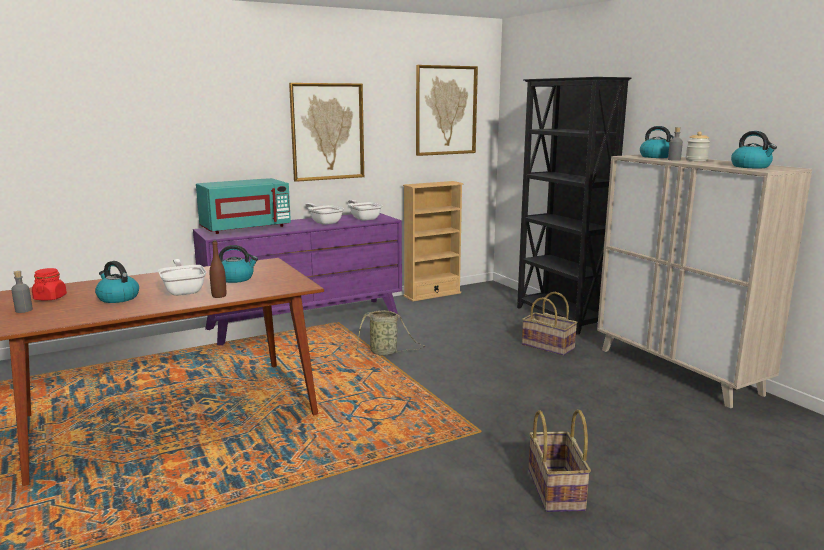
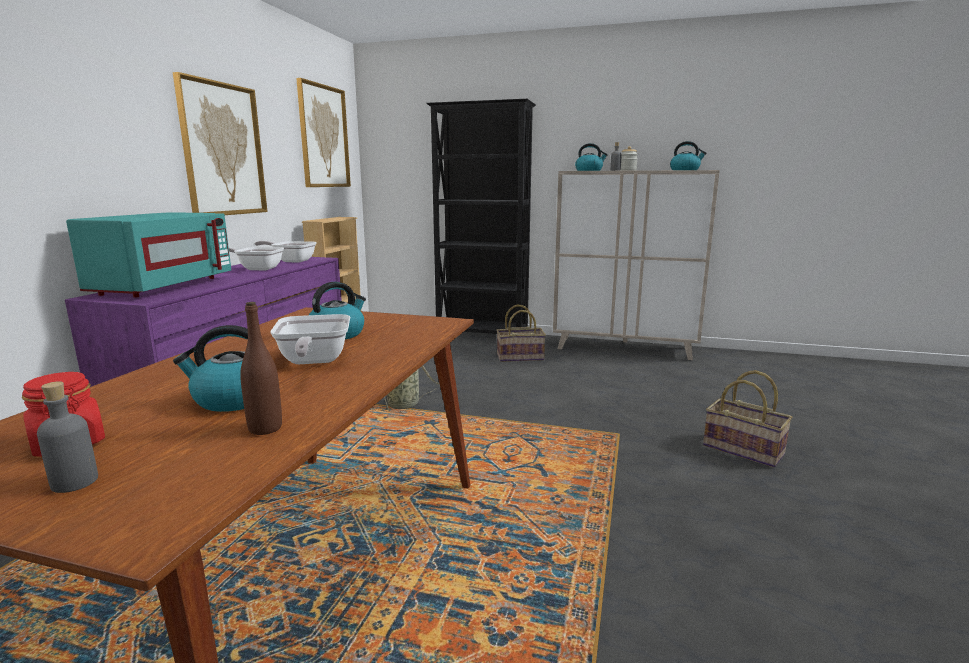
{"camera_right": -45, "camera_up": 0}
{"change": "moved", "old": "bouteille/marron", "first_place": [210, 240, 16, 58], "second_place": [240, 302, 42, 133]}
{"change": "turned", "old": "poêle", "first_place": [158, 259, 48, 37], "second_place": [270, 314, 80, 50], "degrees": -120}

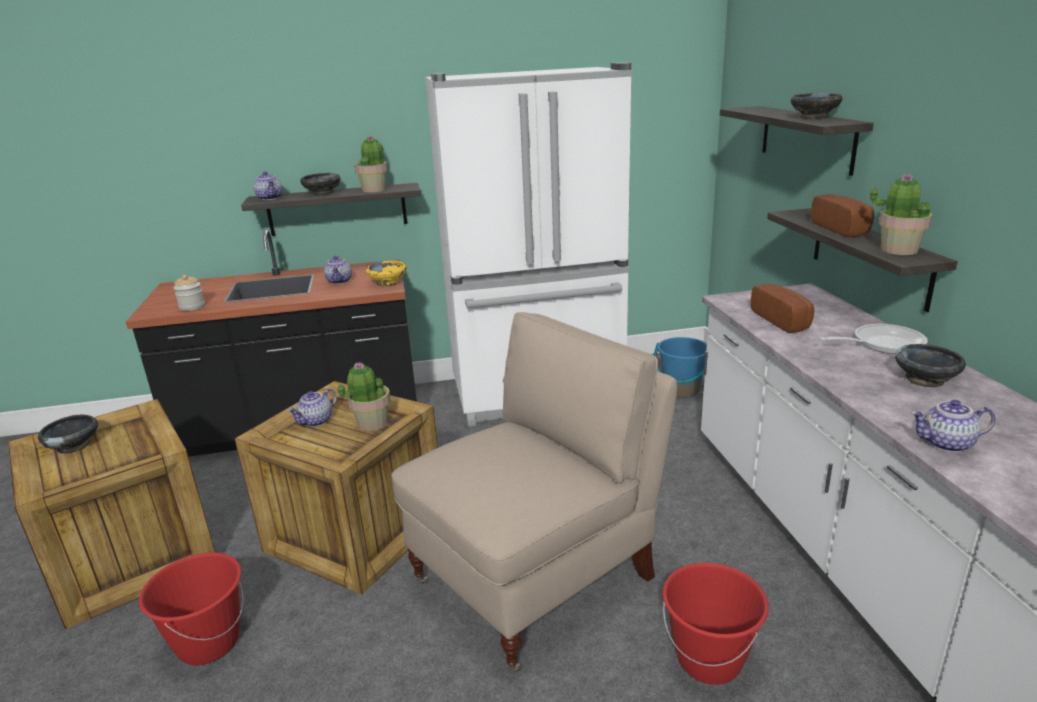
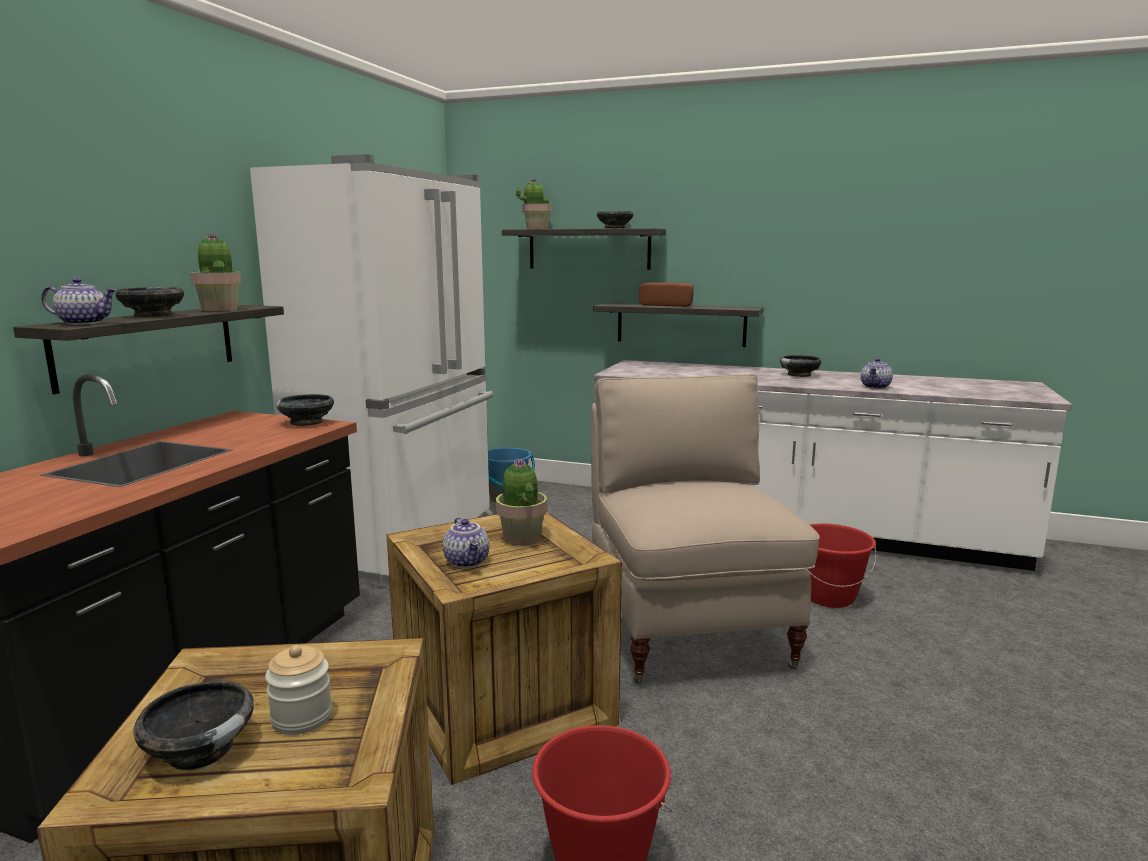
{"camera_right": -60, "camera_up": -10}
{"change": "moved", "old": "bocal", "first_place": [173, 275, 32, 36], "second_place": [265, 645, 67, 90]}
{"change": "recoloured", "old": "bol/jaune", "new": "bol/noir", "first_place": [366, 261, 40, 26], "second_place": [276, 394, 58, 32]}
{"change": "moved", "old": "plante en pot", "first_place": [870, 174, 63, 81], "second_place": [516, 179, 36, 50]}
{"change": "removed", "old": "théière", "first_place": [324, 256, 28, 28]}
{"change": "removed", "old": "pain", "first_place": [751, 284, 63, 49]}
{"change": "removed", "old": "poêle", "first_place": [819, 324, 109, 30]}

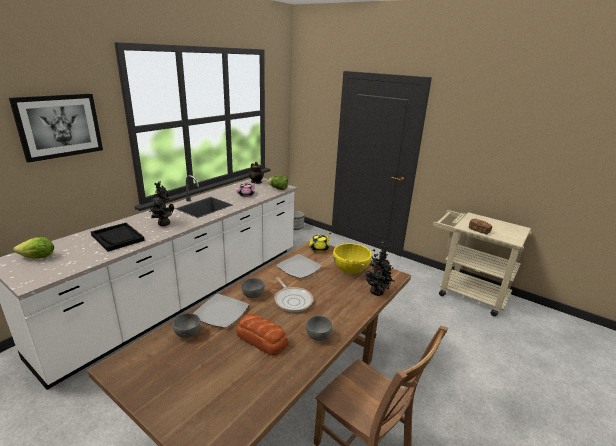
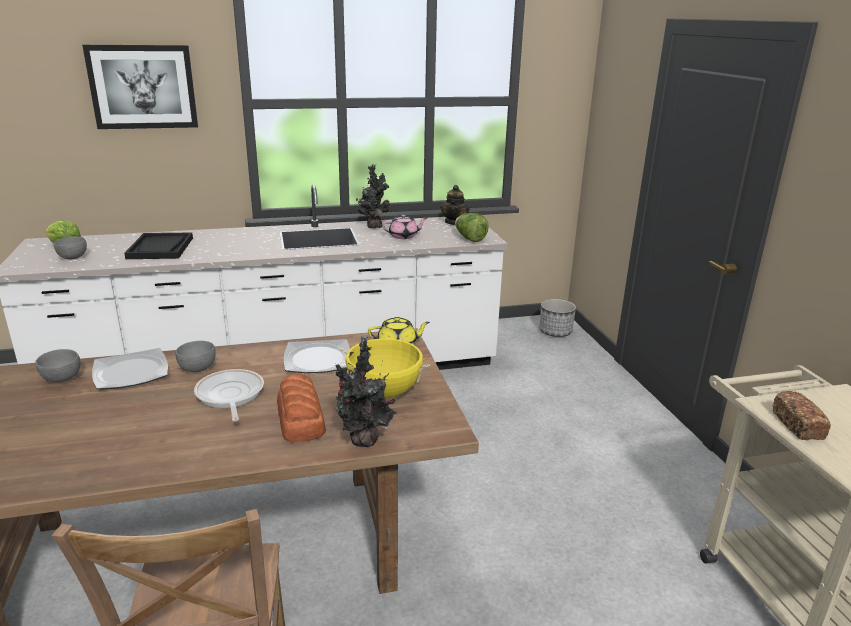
{"camera_right": 40, "camera_up": 0}
{"change": "moved", "old": "bol/gris", "first_place": [306, 316, 26, 25], "second_place": [54, 236, 33, 24]}
{"change": "turned", "old": "poêle", "first_place": [275, 277, 38, 35], "second_place": [194, 369, 70, 53], "degrees": 150}
{"change": "moved", "old": "pain", "first_place": [236, 314, 52, 42], "second_place": [277, 374, 49, 68]}
{"change": "moved", "old": "plante en pot", "first_place": [150, 181, 24, 45], "second_place": [356, 165, 35, 64]}

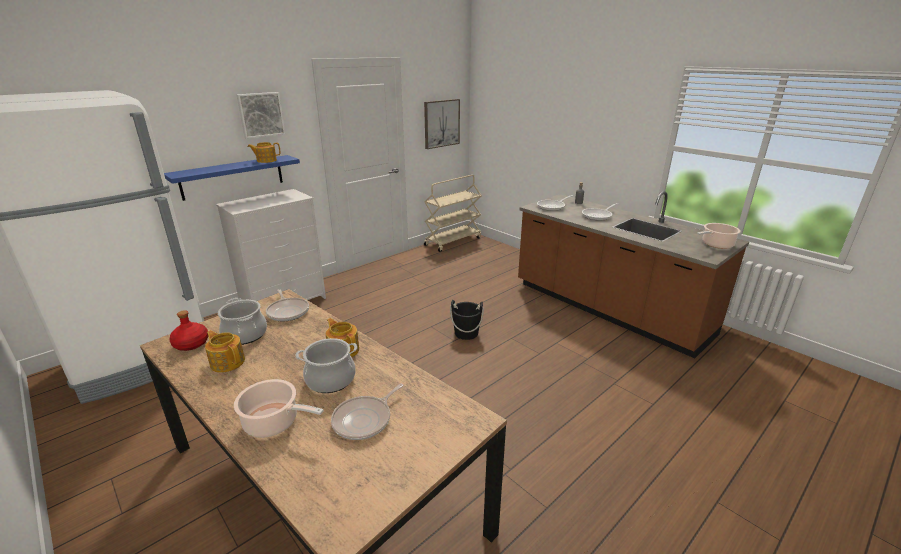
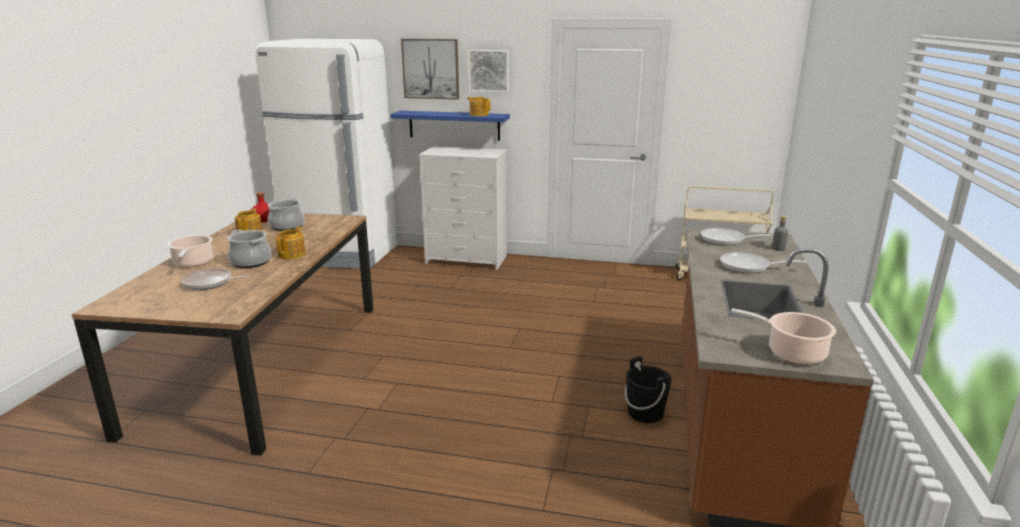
{"camera_right": 55, "camera_up": -5}
{"change": "moved", "old": "tableau", "first_place": [424, 99, 36, 50], "second_place": [401, 39, 58, 61]}
{"change": "moved", "old": "seau/noir", "first_place": [450, 300, 34, 40], "second_place": [625, 356, 47, 67]}
{"change": "removed", "old": "poêle", "first_place": [266, 289, 43, 32]}

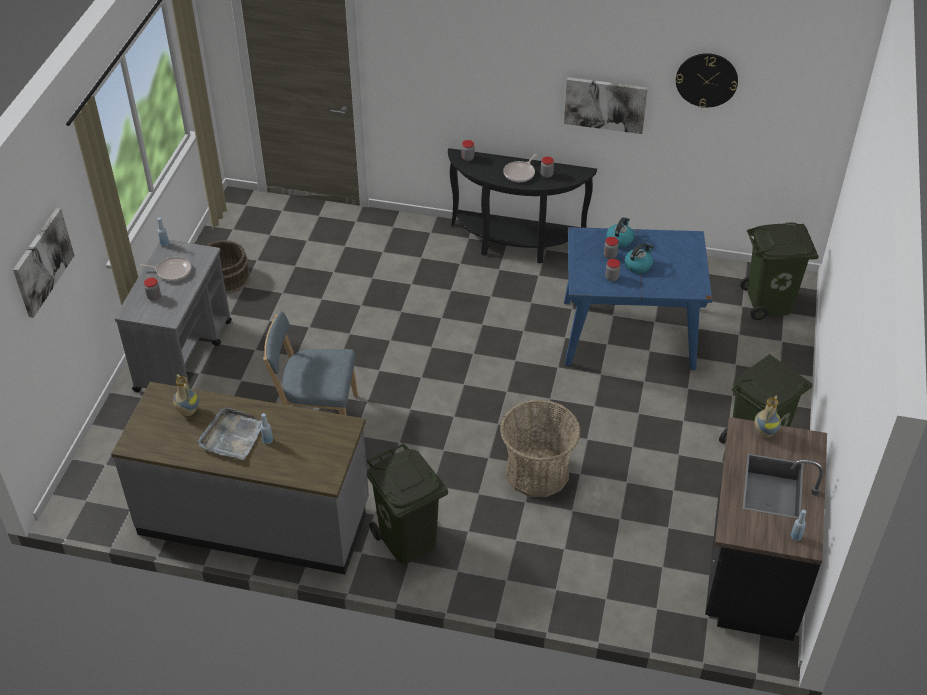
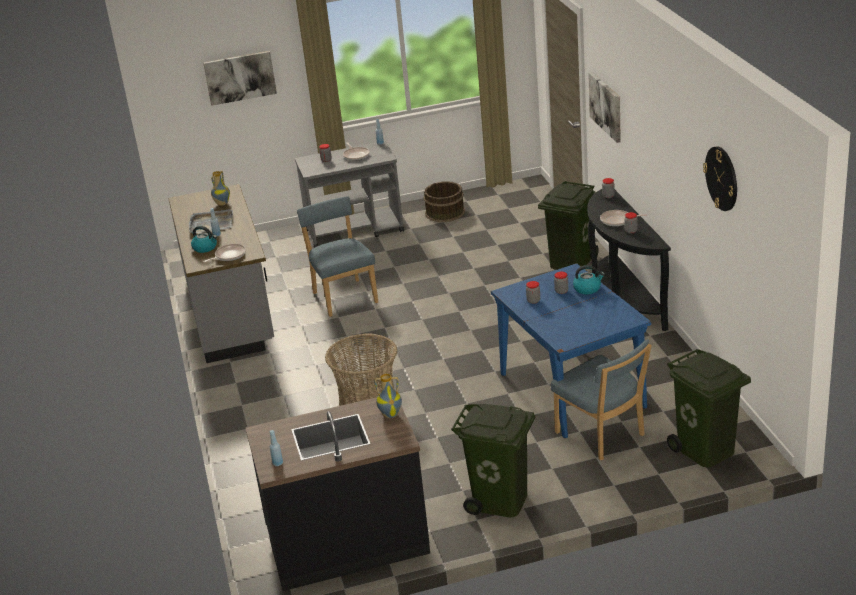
{"camera_right": 65, "camera_up": -15}
{"change": "moved", "old": "bouilloire", "first_place": [624, 243, 30, 30], "second_place": [191, 226, 26, 27]}
{"change": "added", "new": "poêle", "second_place": [203, 244, 43, 19]}
{"change": "moved", "old": "poubelle/vert", "first_place": [367, 443, 81, 121], "second_place": [538, 181, 61, 89]}
{"change": "added", "new": "chaise/bleu", "second_place": [551, 339, 101, 121]}
{"change": "moved", "old": "tableau", "first_place": [564, 77, 84, 57], "second_place": [588, 72, 33, 71]}

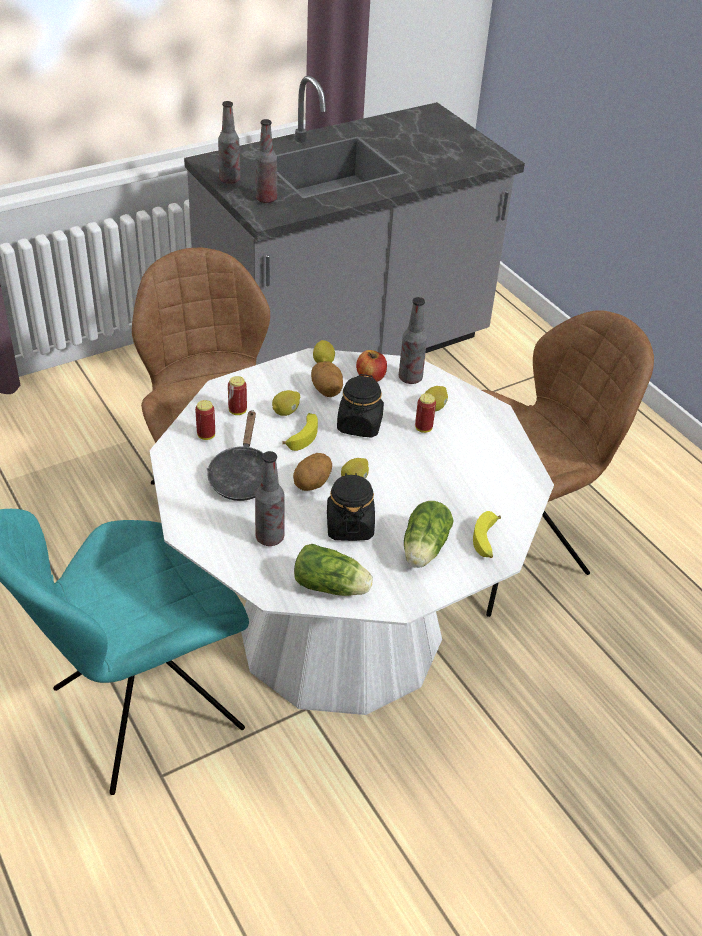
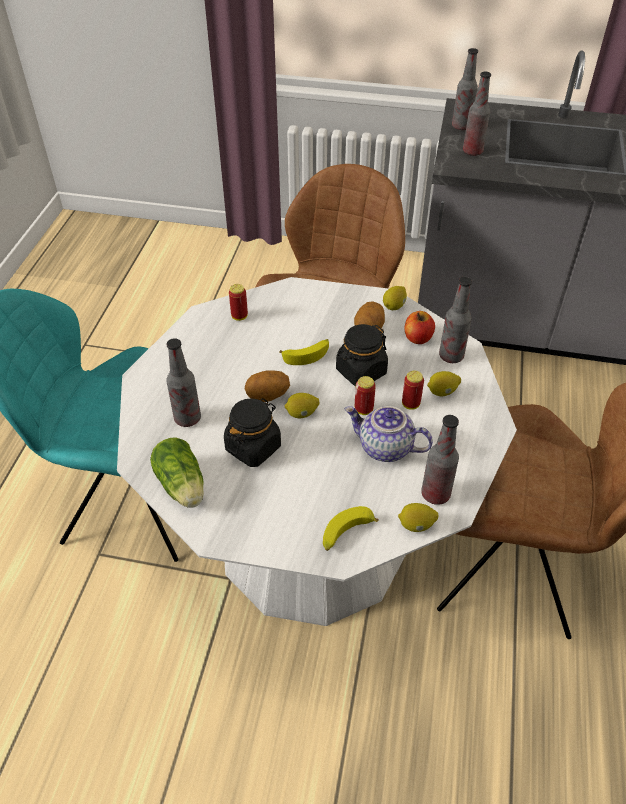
{"camera_right": 45, "camera_up": 5}
{"change": "added", "new": "théière", "second_place": [345, 406, 88, 56]}
{"change": "moved", "old": "boîte métallique", "first_place": [228, 376, 19, 39], "second_place": [355, 376, 21, 39]}
{"change": "moved", "old": "citron", "first_place": [272, 390, 28, 26], "second_place": [398, 503, 40, 29]}
{"change": "added", "new": "bouteille", "second_place": [421, 415, 38, 90]}
{"change": "removed", "old": "poêle/noir", "first_place": [206, 410, 58, 91]}
{"change": "removed", "old": "laitue", "first_place": [404, 501, 50, 67]}

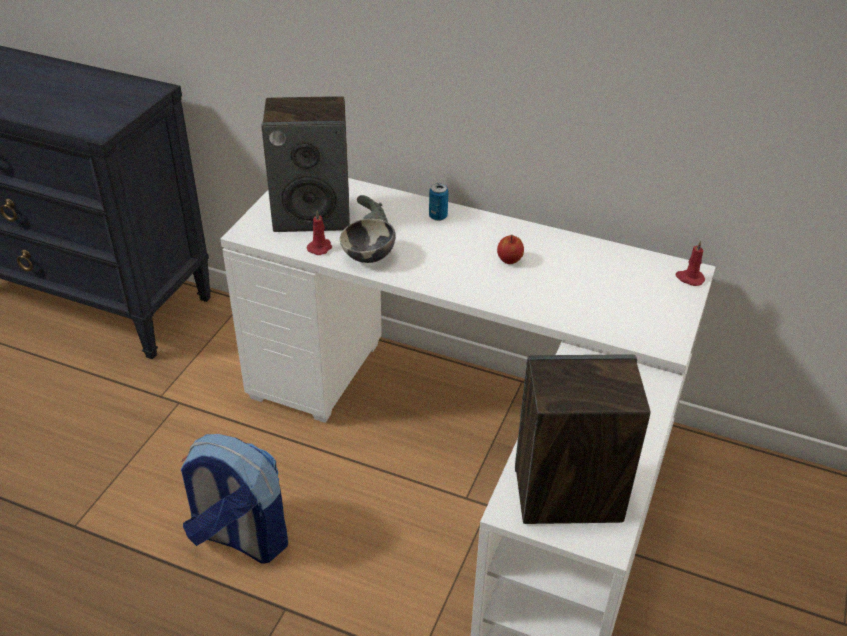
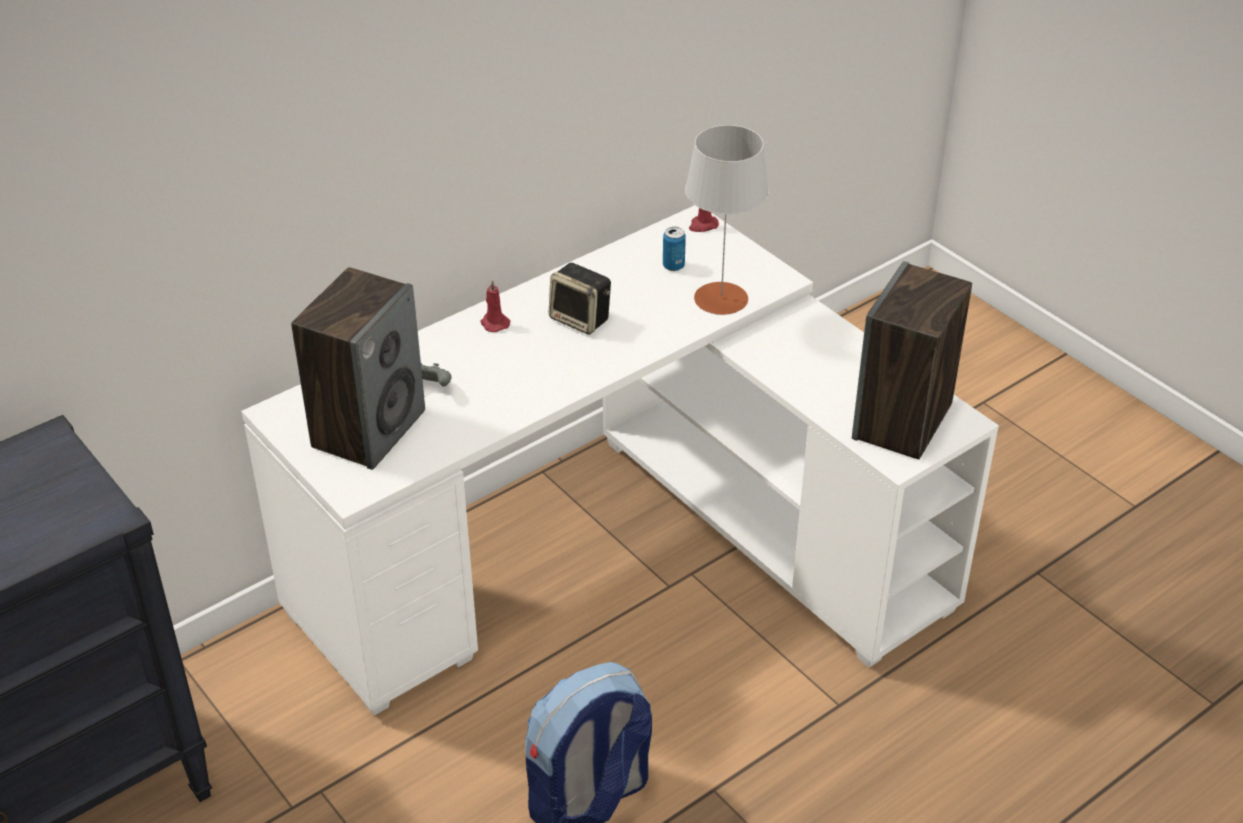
{"camera_right": -60, "camera_up": 0}
{"change": "moved", "old": "bougie/rouge", "first_place": [307, 211, 25, 44], "second_place": [481, 280, 29, 52]}
{"change": "replaced", "old": "pomme", "new": "enceinte", "first_place": [497, 235, 27, 29], "second_place": [549, 263, 62, 72]}
{"change": "moved", "old": "boîte métallique", "first_place": [429, 183, 19, 38], "second_place": [663, 227, 23, 44]}
{"change": "added", "new": "lampe de table/gris", "second_place": [685, 125, 84, 190]}
{"change": "removed", "old": "bol", "first_place": [340, 219, 56, 44]}

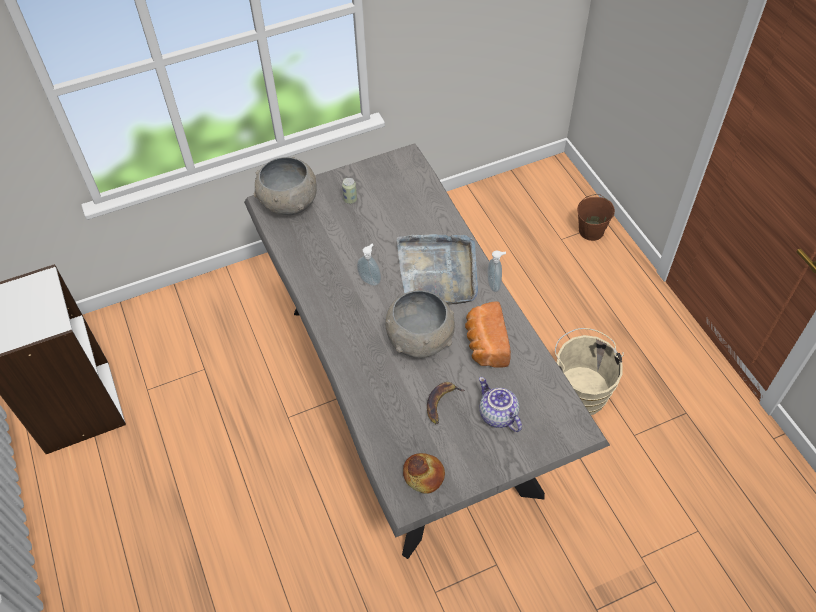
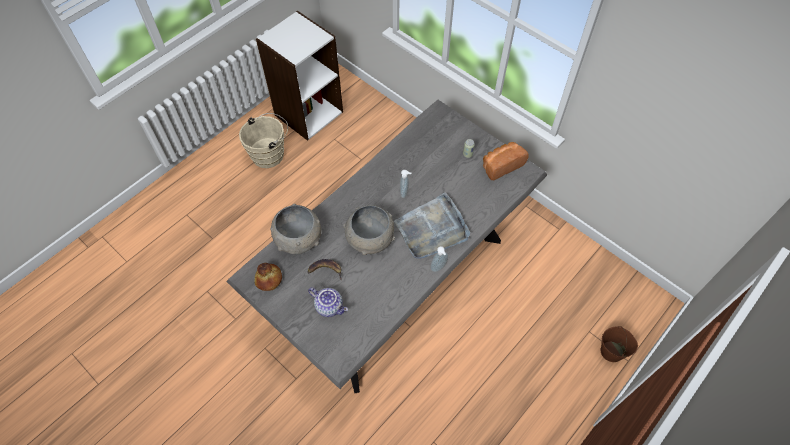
{"camera_right": 65, "camera_up": 5}
{"change": "moved", "old": "seau/beige", "first_place": [555, 328, 69, 87], "second_place": [239, 113, 49, 55]}
{"change": "moved", "old": "bol/gris", "first_place": [253, 157, 64, 58], "second_place": [270, 204, 51, 50]}
{"change": "turned", "old": "théière", "first_place": [479, 377, 43, 55], "second_place": [308, 287, 40, 30], "degrees": 90}
{"change": "moved", "old": "pain", "first_place": [465, 301, 46, 67], "second_place": [483, 142, 46, 38]}

